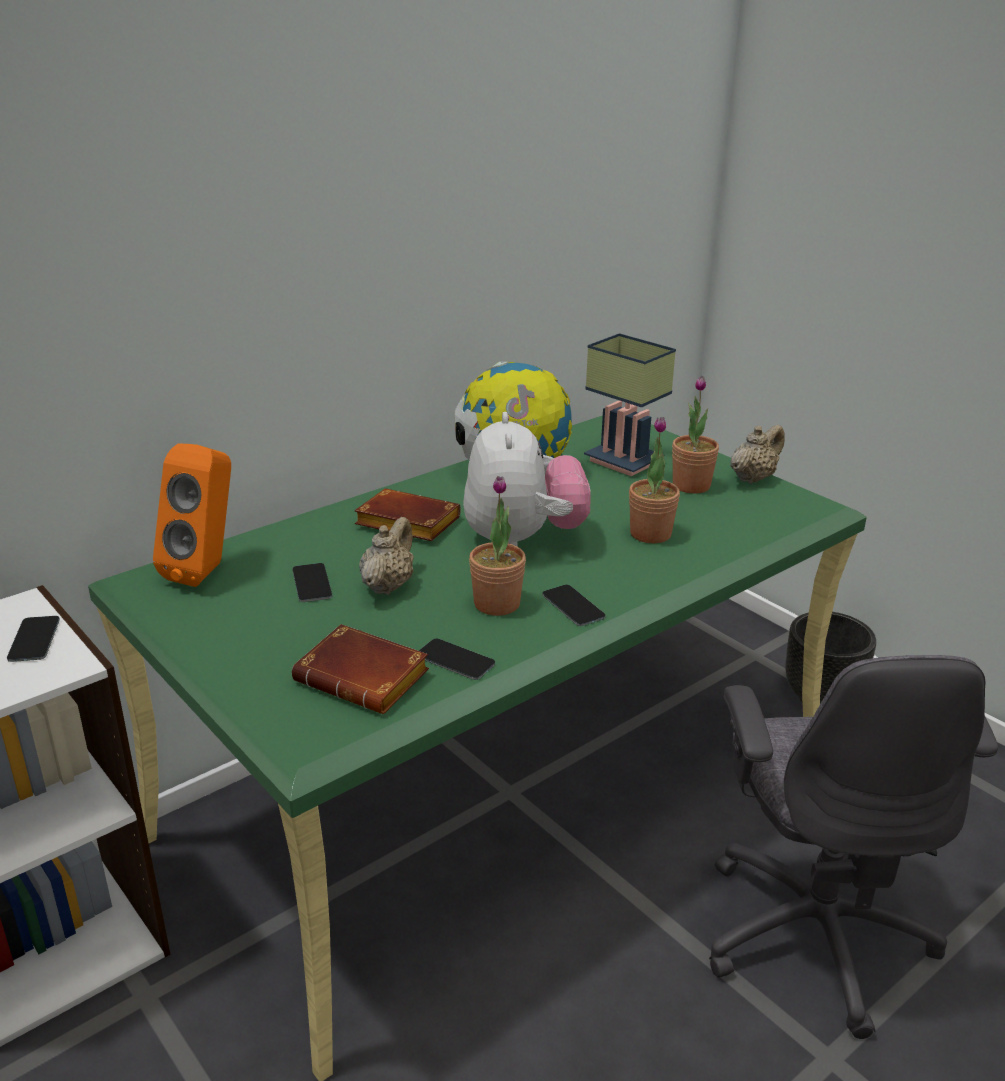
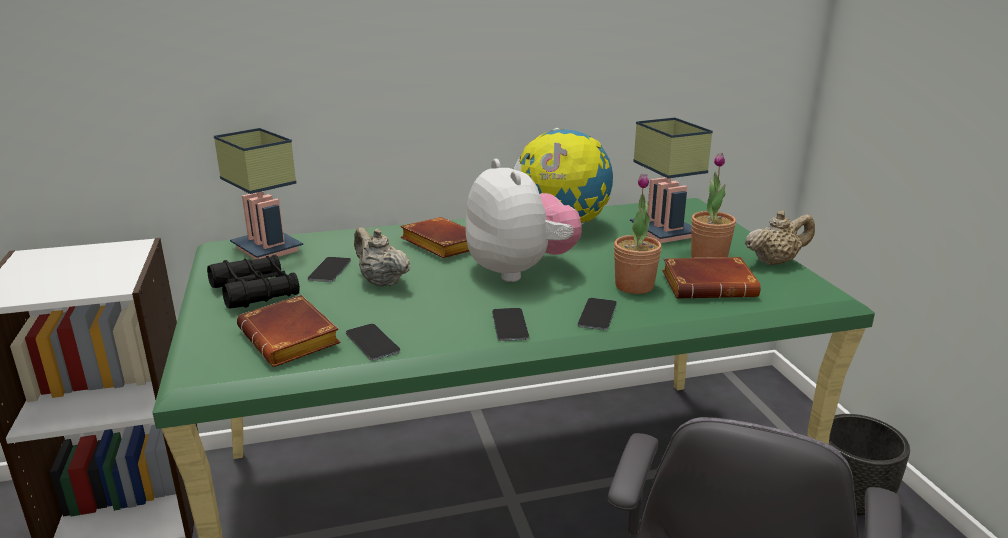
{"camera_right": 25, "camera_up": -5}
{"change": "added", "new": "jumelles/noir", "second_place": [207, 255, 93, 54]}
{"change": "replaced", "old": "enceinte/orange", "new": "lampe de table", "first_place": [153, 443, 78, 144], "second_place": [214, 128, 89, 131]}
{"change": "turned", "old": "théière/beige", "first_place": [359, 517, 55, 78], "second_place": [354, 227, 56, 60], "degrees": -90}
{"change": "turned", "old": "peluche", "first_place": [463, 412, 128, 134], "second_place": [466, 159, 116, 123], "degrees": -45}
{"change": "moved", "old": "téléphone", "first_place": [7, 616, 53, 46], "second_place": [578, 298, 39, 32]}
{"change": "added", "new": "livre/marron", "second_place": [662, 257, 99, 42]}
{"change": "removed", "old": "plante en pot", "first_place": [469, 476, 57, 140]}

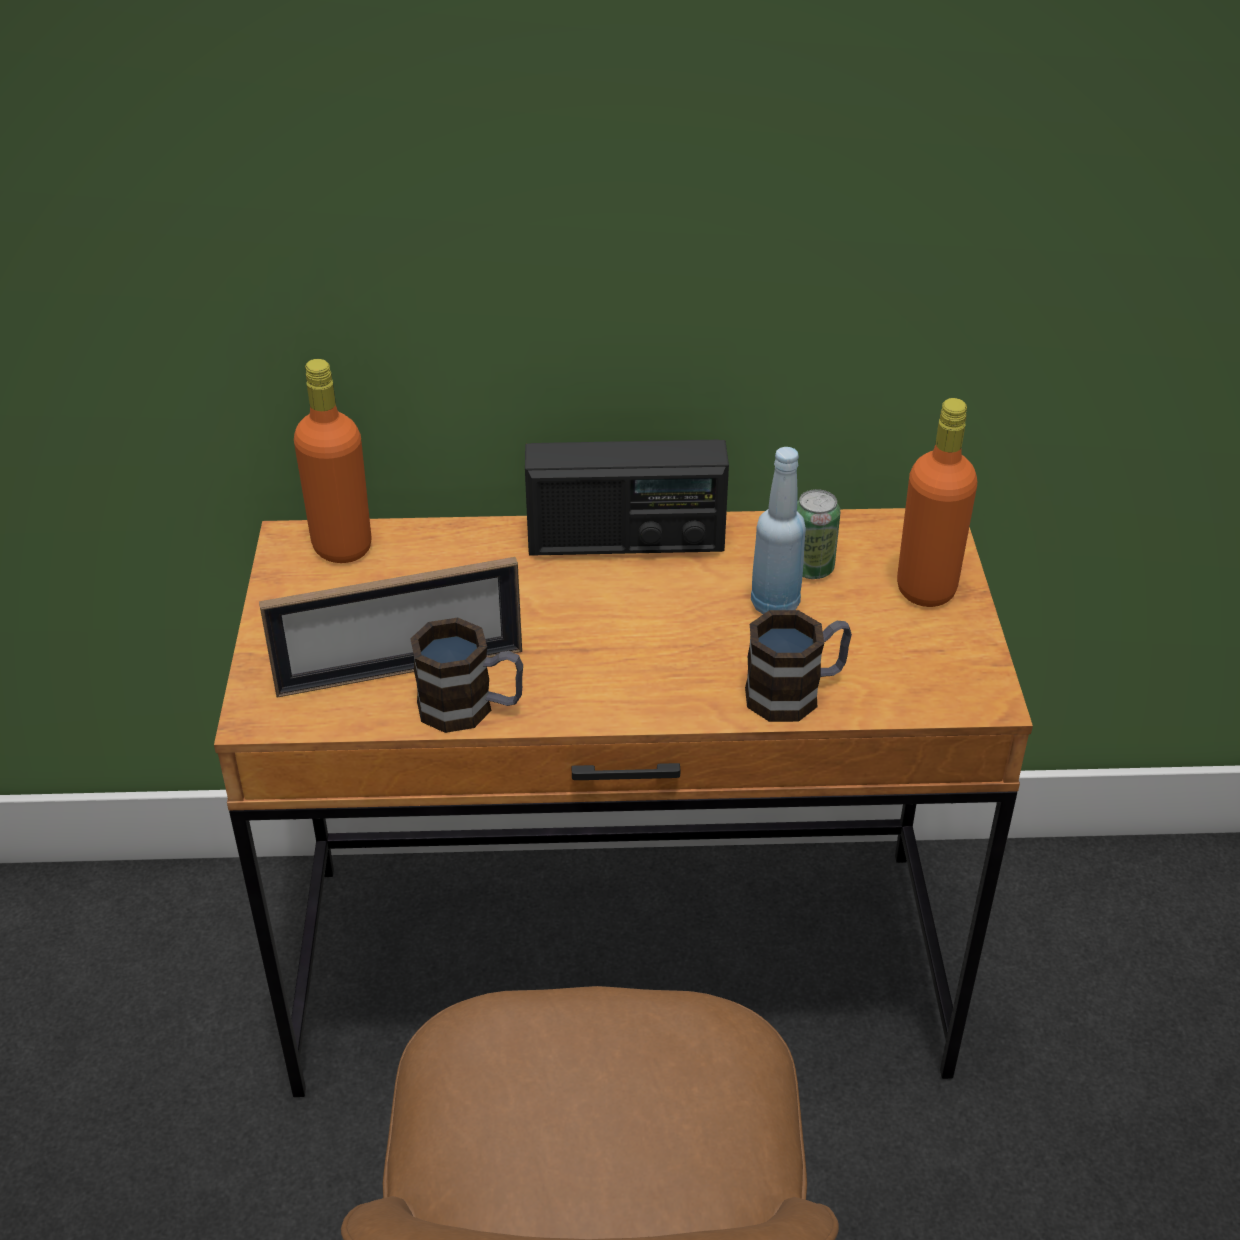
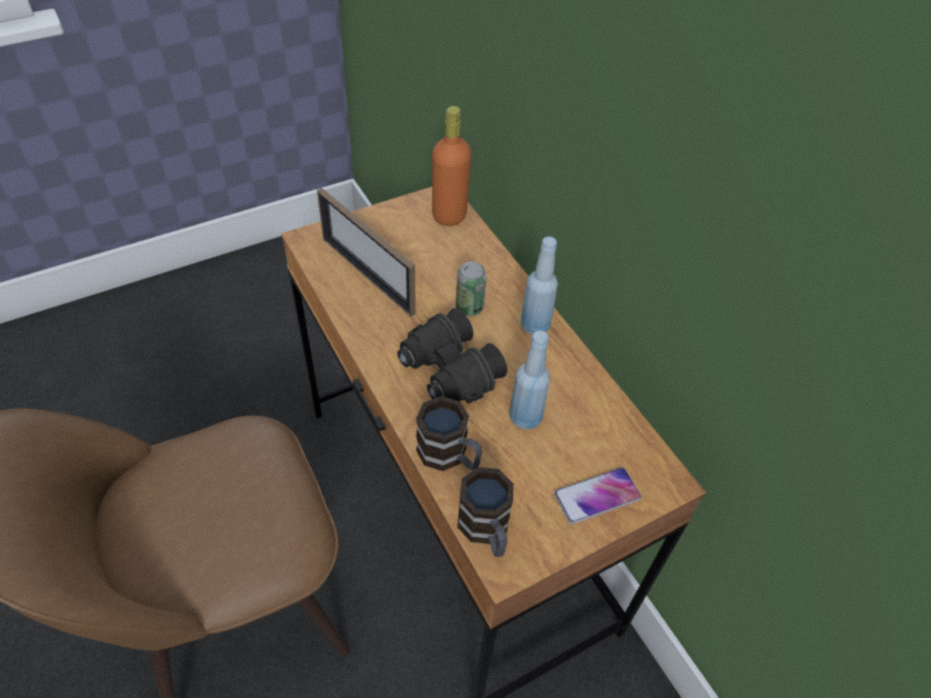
{"camera_right": 60, "camera_up": 10}
{"change": "added", "new": "jumelles/noir", "second_place": [397, 308, 110, 96]}
{"change": "moved", "old": "boîte métallique", "first_place": [797, 489, 43, 90], "second_place": [456, 262, 31, 54]}
{"change": "moved", "old": "mug", "first_place": [410, 618, 113, 115], "second_place": [457, 467, 57, 90]}
{"change": "replaced", "old": "radio", "new": "bouteille/bleu", "first_place": [525, 440, 204, 116], "second_place": [520, 236, 38, 99]}
{"change": "replaced", "old": "bouteille/orange", "new": "téléphone", "first_place": [897, 398, 80, 209], "second_place": [554, 467, 87, 57]}

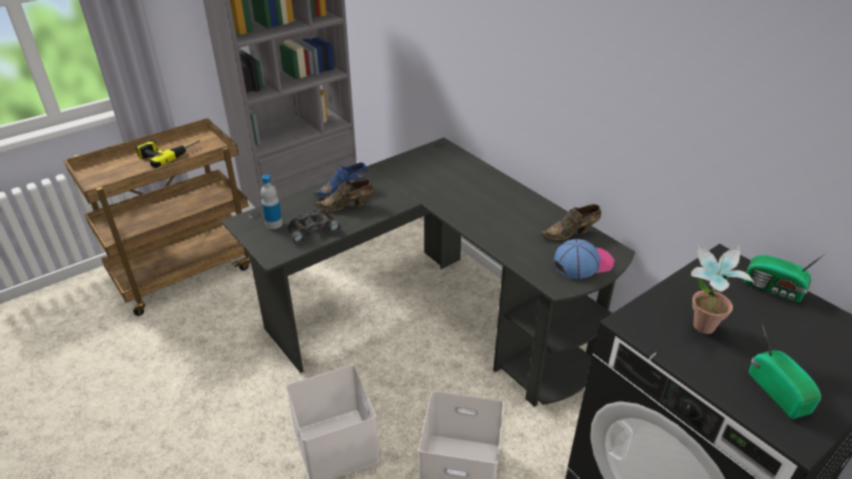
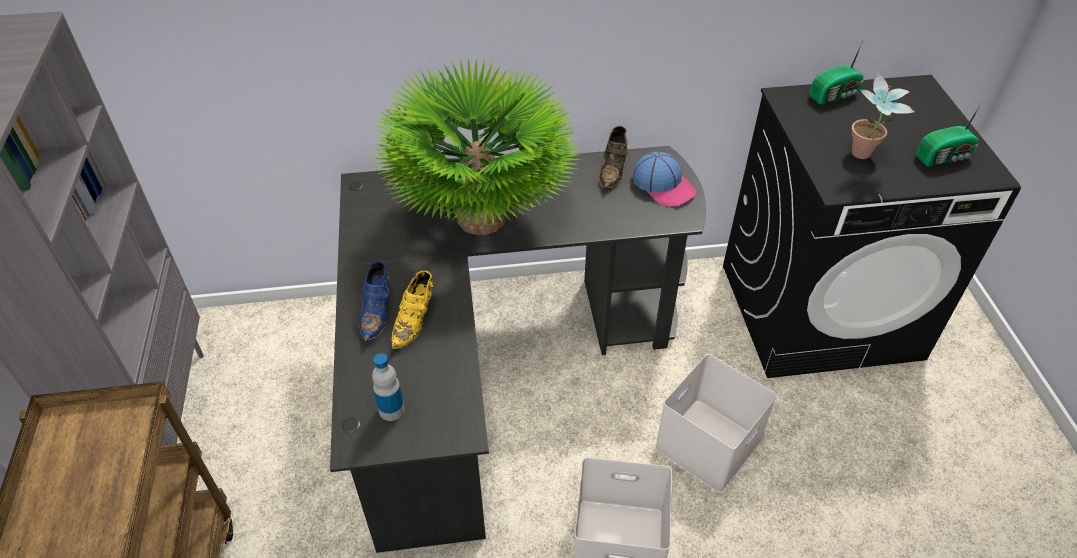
{"camera_right": -60, "camera_up": 10}
{"change": "added", "new": "plante en pot", "second_place": [371, 58, 211, 177]}
{"change": "recoloured", "old": "chaussure/marron", "new": "chaussure/jaune", "first_place": [315, 179, 59, 32], "second_place": [392, 270, 42, 79]}
{"change": "turned", "old": "casquette", "first_place": [554, 239, 61, 40], "second_place": [633, 152, 63, 55], "degrees": 135}
{"change": "turned", "old": "radio", "first_place": [749, 324, 72, 95], "second_place": [916, 102, 66, 65], "degrees": 150}
{"change": "removed", "old": "perceuse", "first_place": [136, 139, 64, 29]}
{"change": "removed", "old": "jumelles/noir", "first_place": [287, 210, 54, 34]}

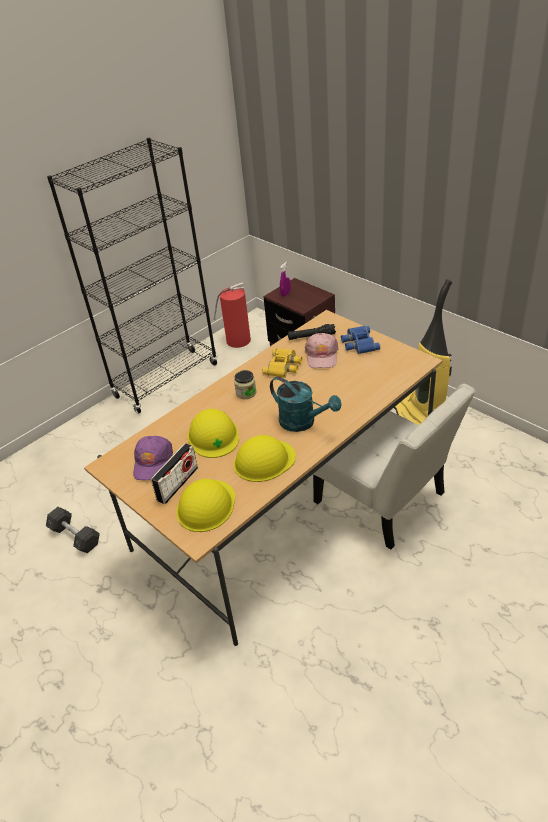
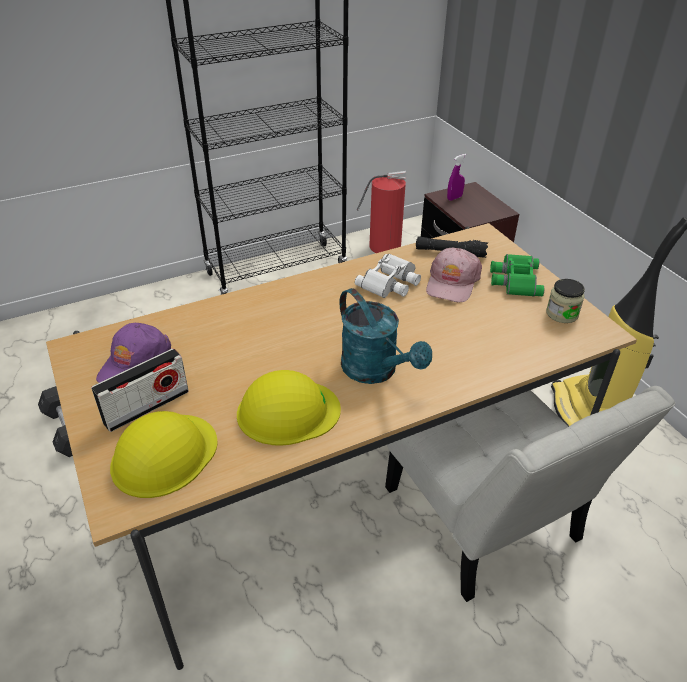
{"camera_right": 15, "camera_up": 0}
{"change": "recoloured", "old": "jumelles/jaune", "new": "jumelles/blanc", "first_place": [262, 348, 40, 30], "second_place": [355, 254, 66, 44]}
{"change": "recoloured", "old": "jumelles/bleu", "new": "jumelles/vert", "first_place": [341, 326, 39, 28], "second_place": [490, 254, 54, 42]}
{"change": "moved", "old": "bocal", "first_place": [234, 370, 23, 29], "second_place": [546, 279, 39, 44]}
{"change": "removed", "old": "casque de chantier/jaune", "first_place": [187, 409, 52, 49]}

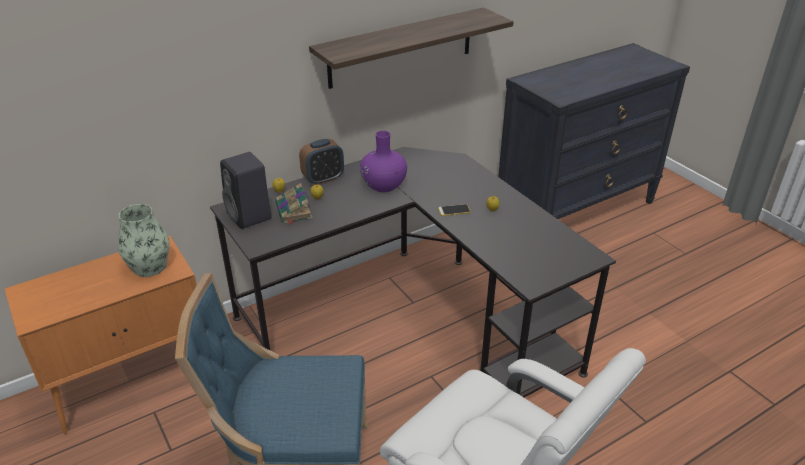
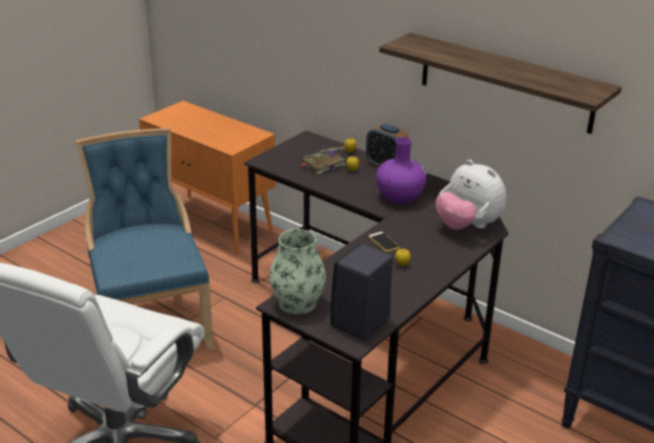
{"camera_right": 70, "camera_up": -5}
{"change": "moved", "old": "vase", "first_place": [118, 204, 51, 73], "second_place": [269, 229, 57, 85]}
{"change": "moved", "old": "enceinte/noir", "first_place": [220, 152, 52, 77], "second_place": [330, 243, 63, 97]}
{"change": "added", "new": "peluche", "second_place": [436, 160, 71, 69]}

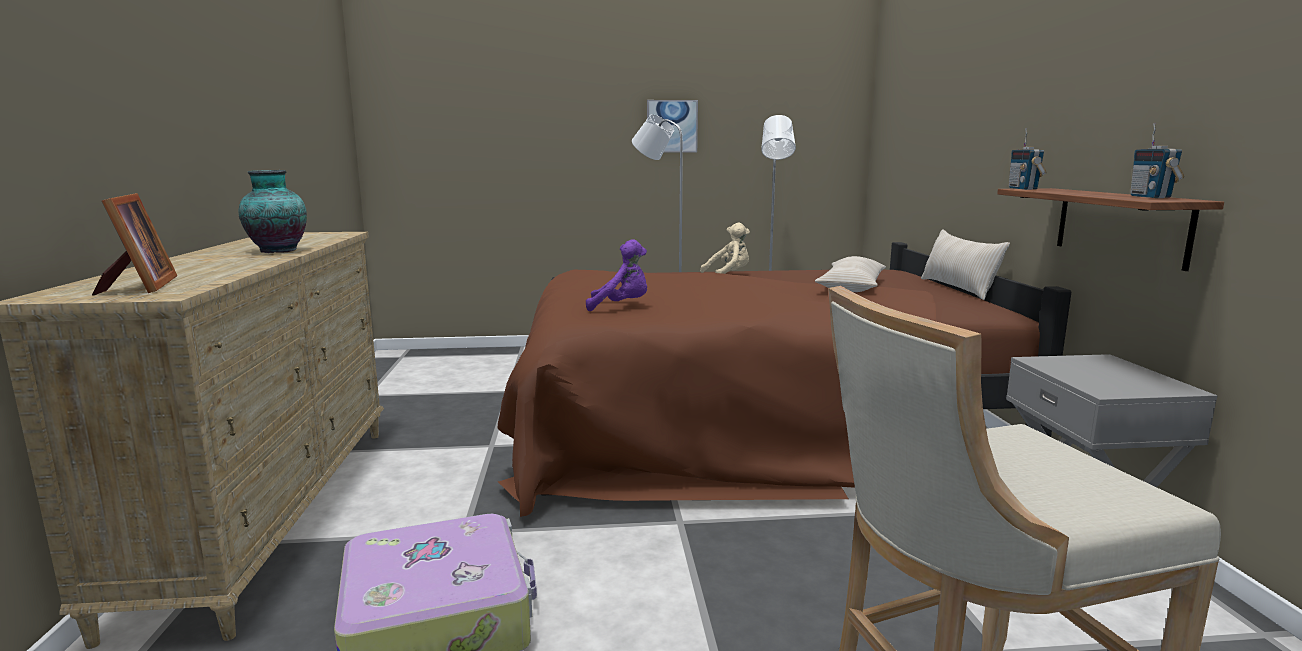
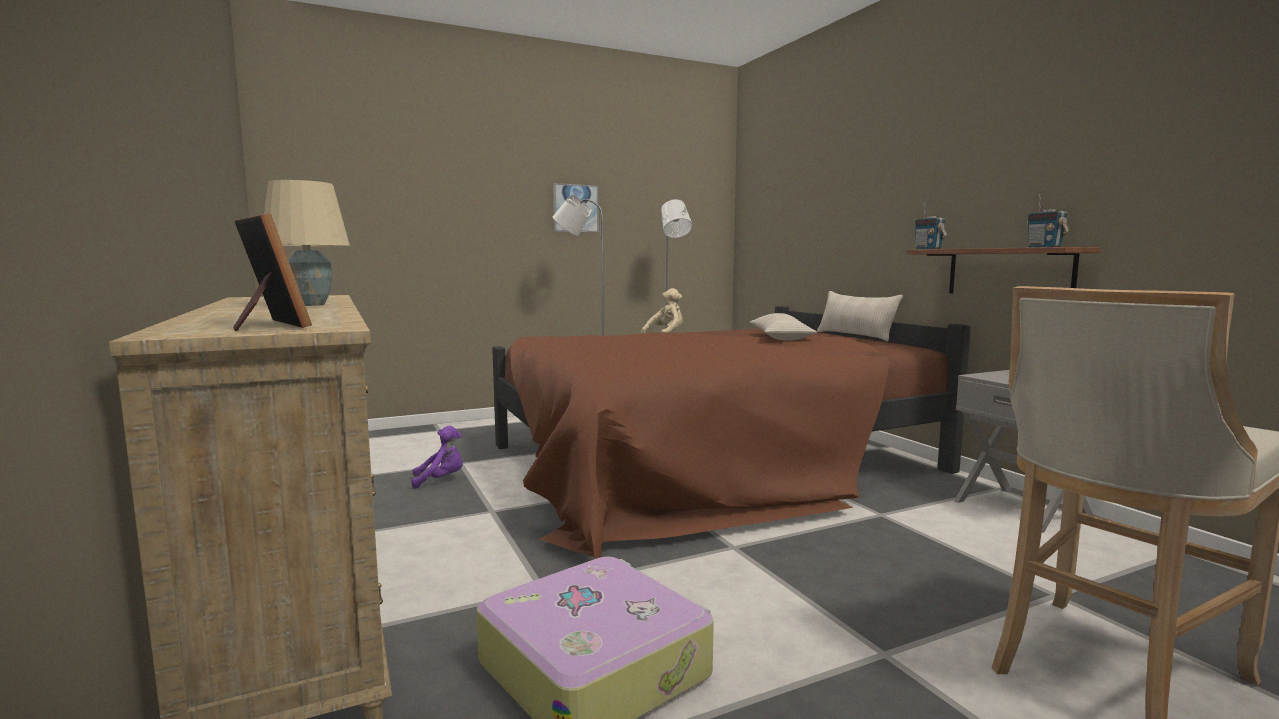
{"camera_right": -20, "camera_up": -5}
{"change": "replaced", "old": "vase", "new": "lampe de table/beige", "first_place": [239, 170, 68, 83], "second_place": [264, 180, 86, 126]}
{"change": "moved", "old": "peluche/violet", "first_place": [586, 239, 61, 72], "second_place": [411, 425, 52, 64]}

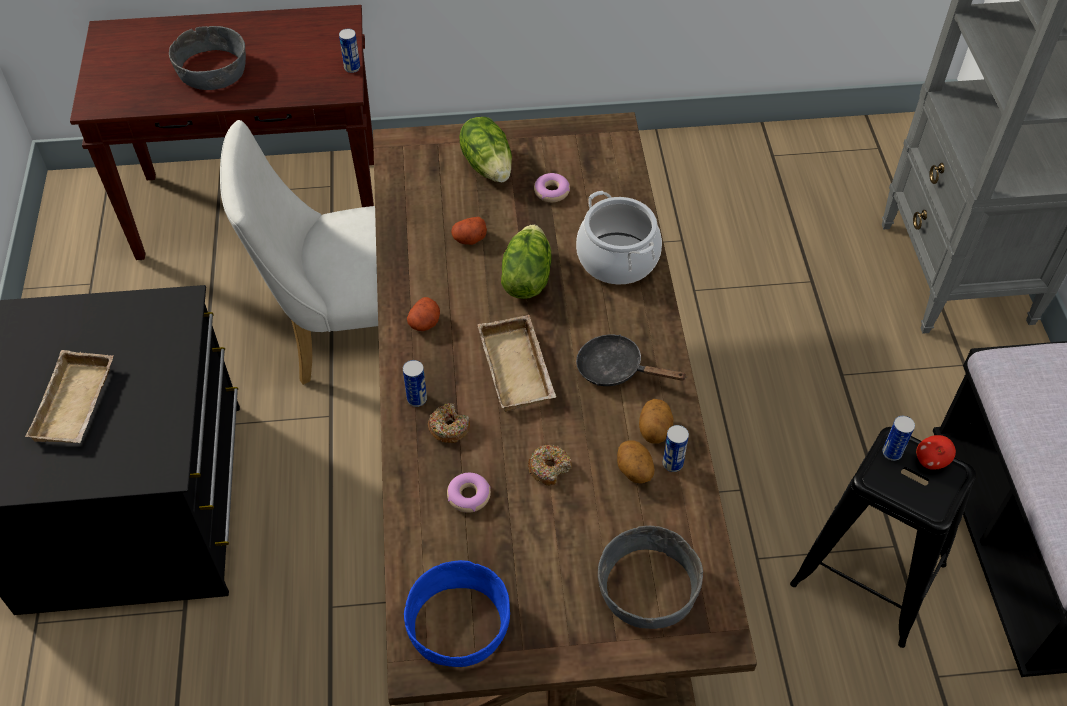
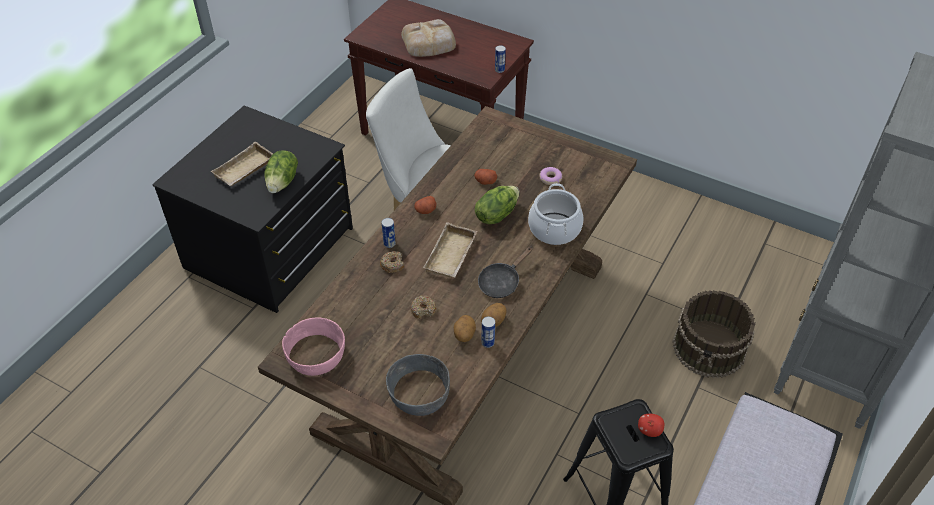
{"camera_right": 35, "camera_up": -5}
{"change": "moved", "old": "laitue", "first_place": [459, 117, 53, 65], "second_place": [264, 150, 34, 43]}
{"change": "recoloured", "old": "bol/bleu", "new": "bol/rose", "first_place": [404, 560, 106, 107], "second_place": [282, 317, 63, 59]}
{"change": "replaced", "old": "bol/gris", "new": "pain", "first_place": [169, 26, 77, 64], "second_place": [401, 19, 55, 38]}
{"change": "turned", "old": "poêle/noir", "first_place": [576, 334, 111, 52], "second_place": [478, 247, 54, 51], "degrees": -105}
{"change": "added", "new": "seau/marron", "second_place": [672, 290, 84, 88]}
{"change": "removed", "old": "beignet", "first_place": [447, 473, 44, 40]}
{"change": "removed", "old": "boîte métallique", "first_place": [882, 416, 33, 45]}

